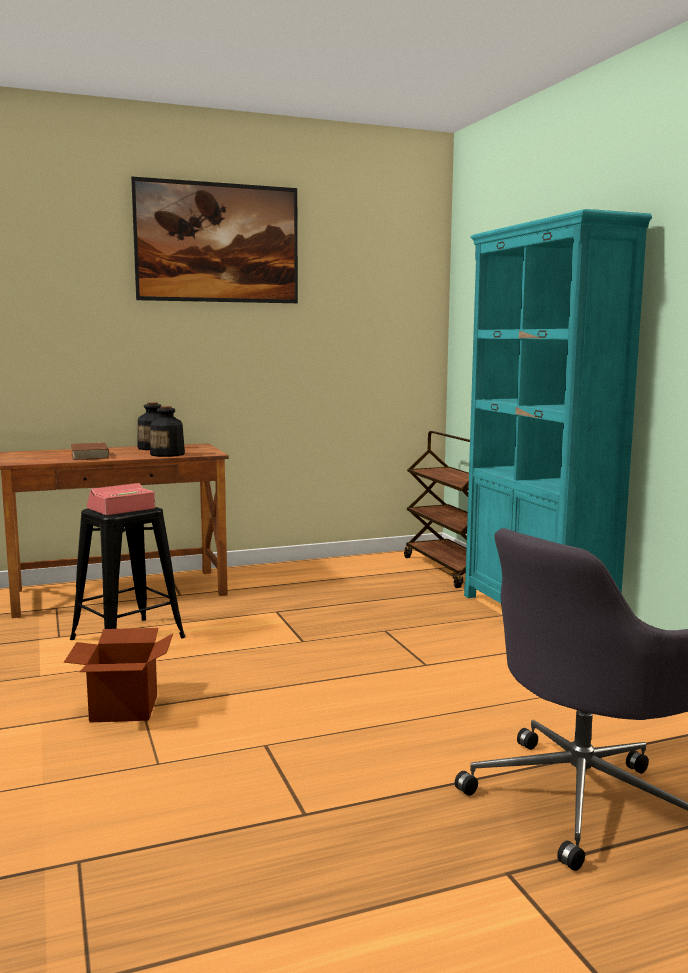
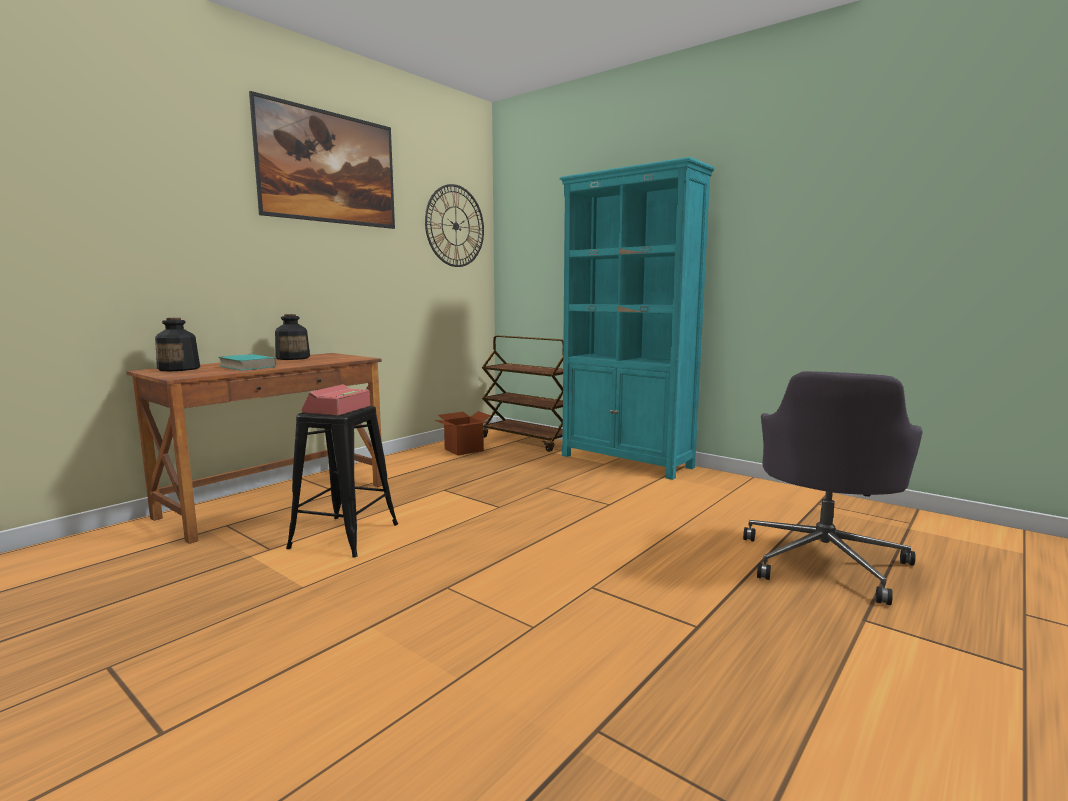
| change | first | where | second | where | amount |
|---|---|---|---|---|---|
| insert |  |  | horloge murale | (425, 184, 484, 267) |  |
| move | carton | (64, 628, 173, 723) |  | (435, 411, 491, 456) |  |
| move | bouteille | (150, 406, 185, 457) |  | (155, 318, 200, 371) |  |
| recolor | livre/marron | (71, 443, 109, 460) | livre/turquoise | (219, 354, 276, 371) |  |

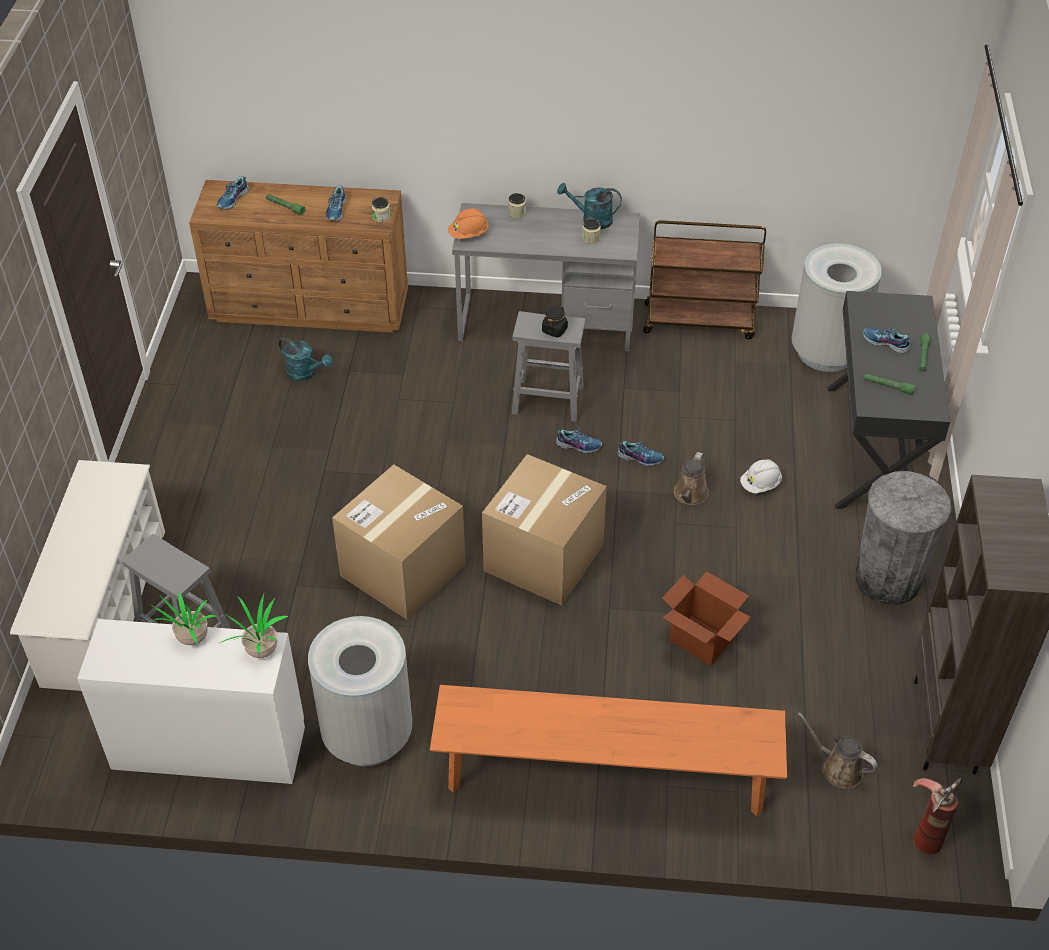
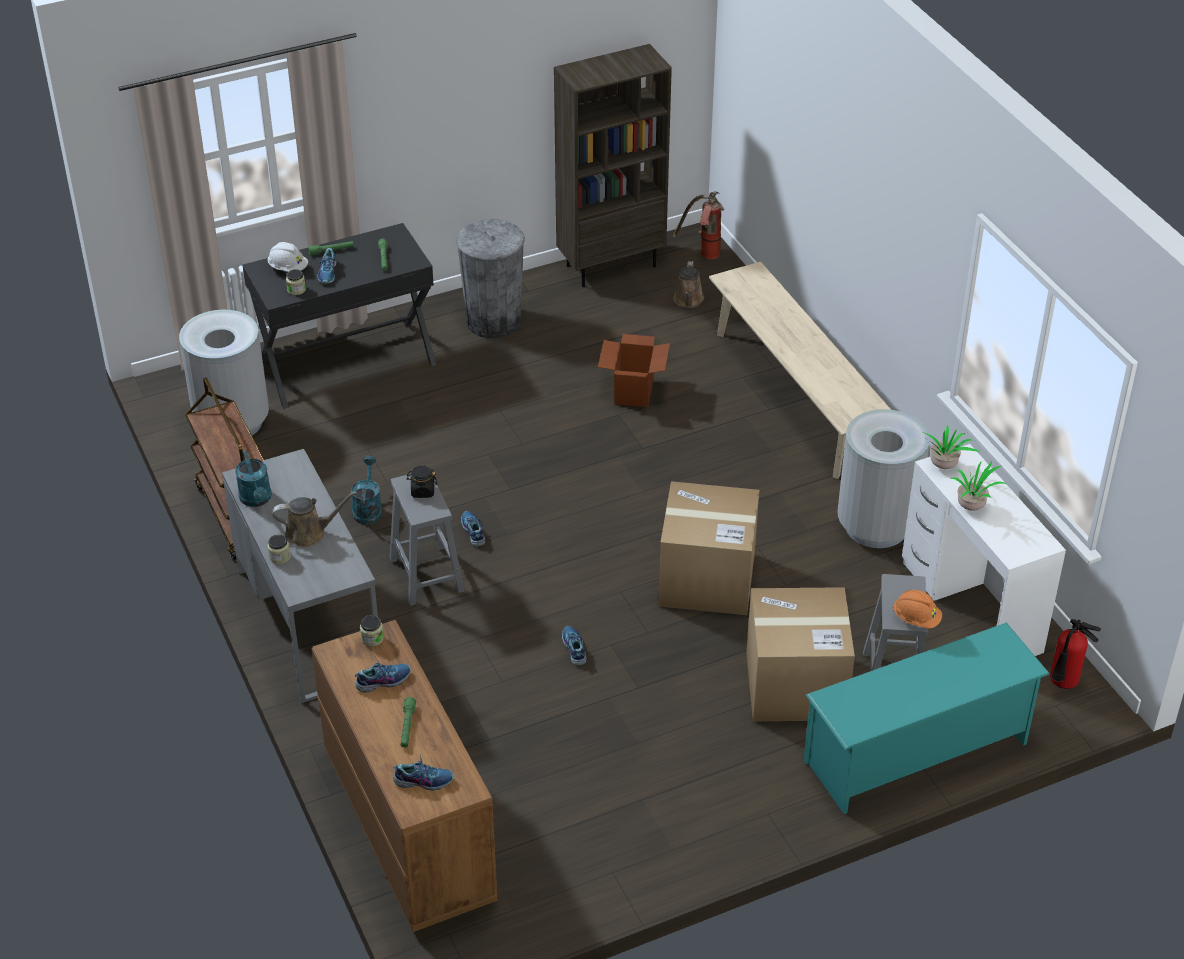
| change | first | where | second | where | amount |
|---|---|---|---|---|---|
| insert |  |  | extincteur | (1050, 619, 1101, 689) |  |
| move | arrosoir/turquoise | (279, 337, 332, 381) |  | (351, 456, 382, 524) |  |
| move | casque de chantier/orange | (448, 208, 489, 239) |  | (893, 590, 942, 628) |  |
| move | carton | (482, 454, 607, 605) |  | (746, 587, 855, 721) |  |
| move | bocal | (582, 218, 601, 244) |  | (286, 269, 306, 295) |  |
| move | chaussure | (617, 437, 664, 467) |  | (562, 626, 587, 666) |  |
| move | arrosoir/marron | (674, 452, 709, 505) |  | (272, 491, 357, 547) |  |
| move | casque de chantier/blanc | (740, 459, 782, 493) |  | (268, 242, 308, 272) |  |
| recolor | étagère à chaussures/blanc | (10, 460, 165, 691) | étagère à chaussures/turquoise | (803, 622, 1050, 814) |  |
| recolor | banc/orange | (430, 685, 787, 817) | banc/beige | (709, 261, 891, 479) |  |

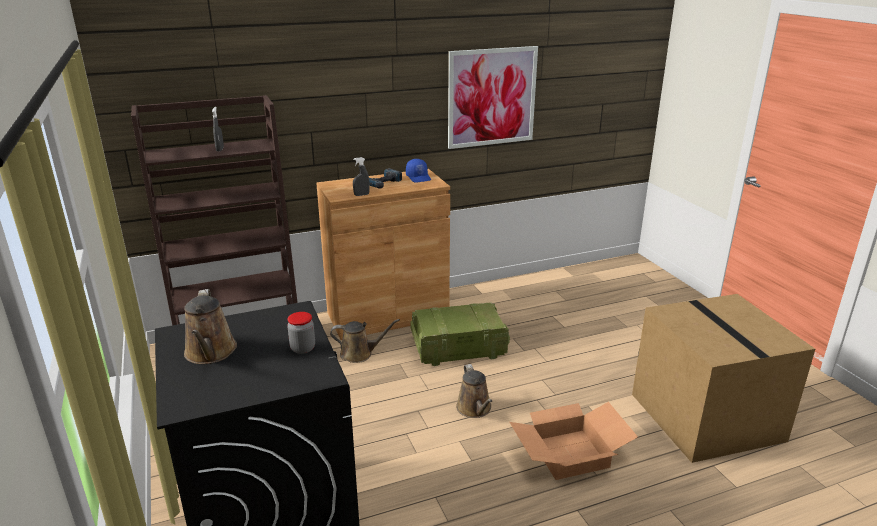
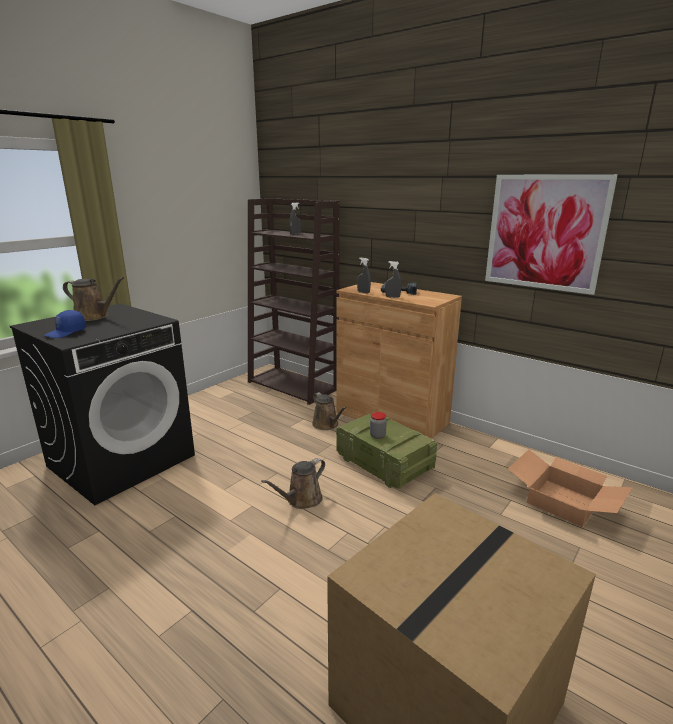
| change | first | where | second | where | amount |
|---|---|---|---|---|---|
| insert |  |  | vaporisateur/gris | (385, 261, 401, 298) |  |
| move | bocal | (287, 312, 315, 354) |  | (370, 412, 387, 439) |  |
| move | casquette/bleu | (406, 159, 431, 182) |  | (44, 310, 86, 338) |  |
| move | carton | (510, 402, 638, 480) |  | (508, 450, 633, 527) |  |
| rotate | arrosoir/marron | (184, 289, 237, 364) |  | (63, 277, 124, 321) | 120 degrees counterclockwise |

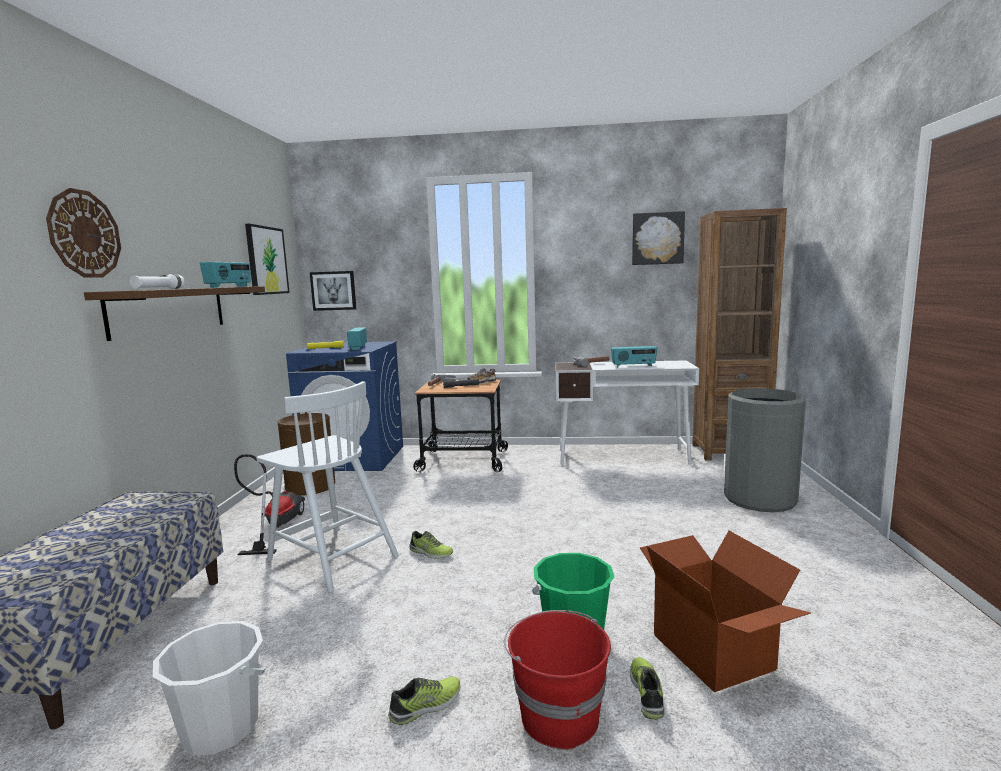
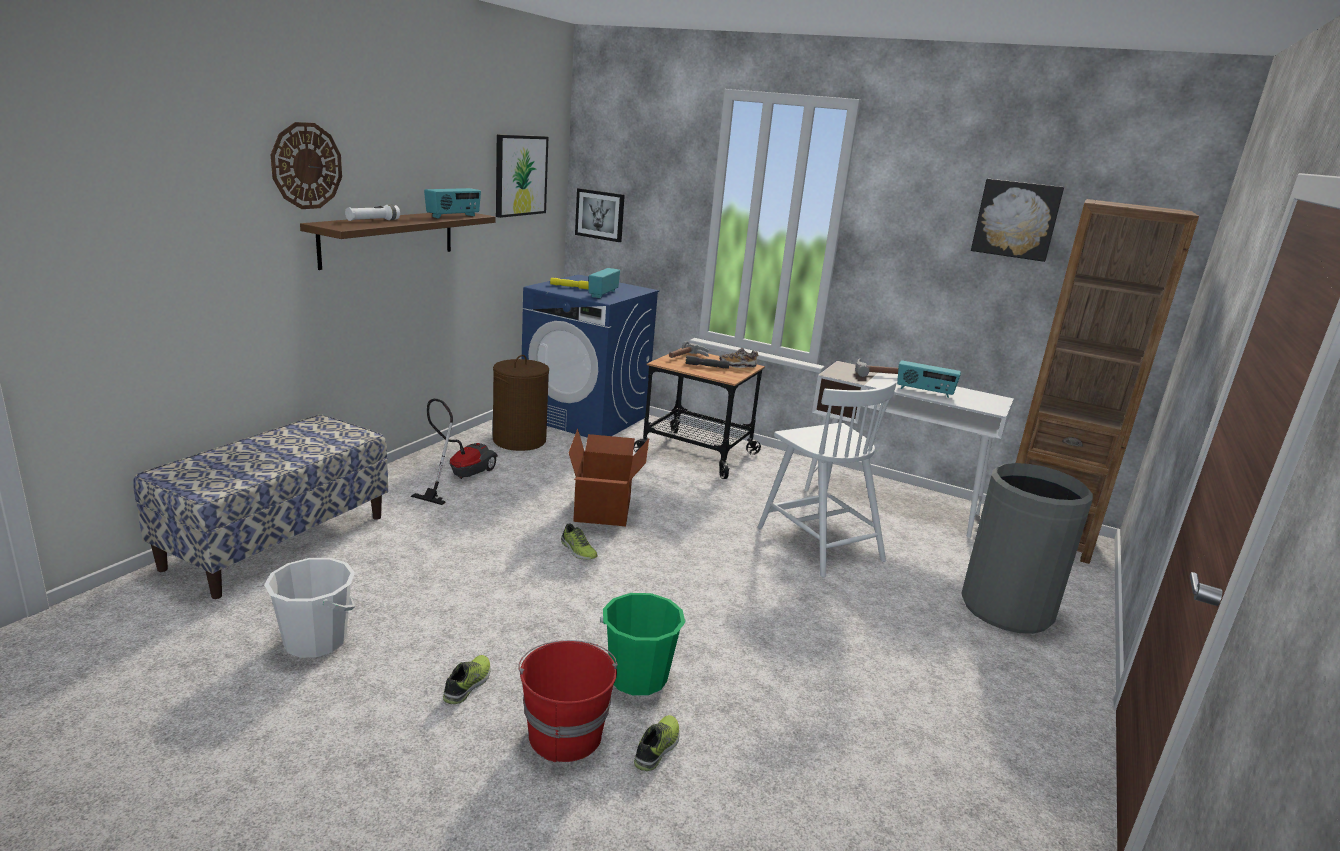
| change | first | where | second | where | amount |
|---|---|---|---|---|---|
| move | chaise/blanc | (256, 381, 399, 593) |  | (758, 381, 896, 577) |  |
| move | carton | (640, 531, 811, 692) |  | (569, 429, 649, 526) |  |
| rotate | chaussure | (388, 677, 460, 725) |  | (443, 655, 491, 704) | 60 degrees counterclockwise |

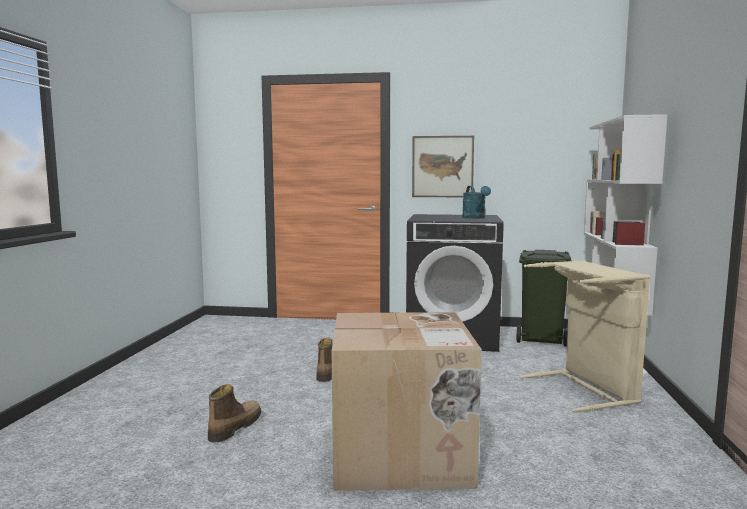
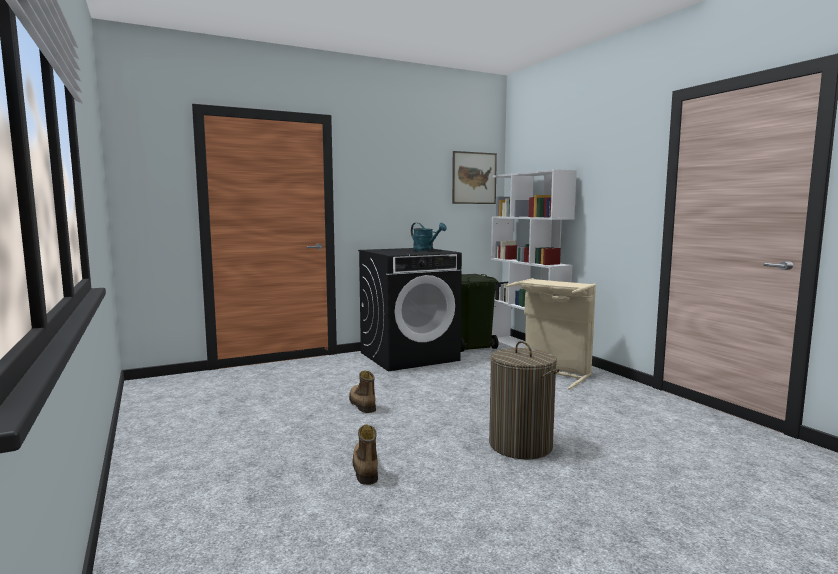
| change | first | where | second | where | amount |
|---|---|---|---|---|---|
| move | tableau | (412, 136, 474, 197) |  | (452, 151, 497, 204) |  |
| replace | carton | (332, 312, 482, 491) | panier à linge | (489, 341, 559, 459) |  |

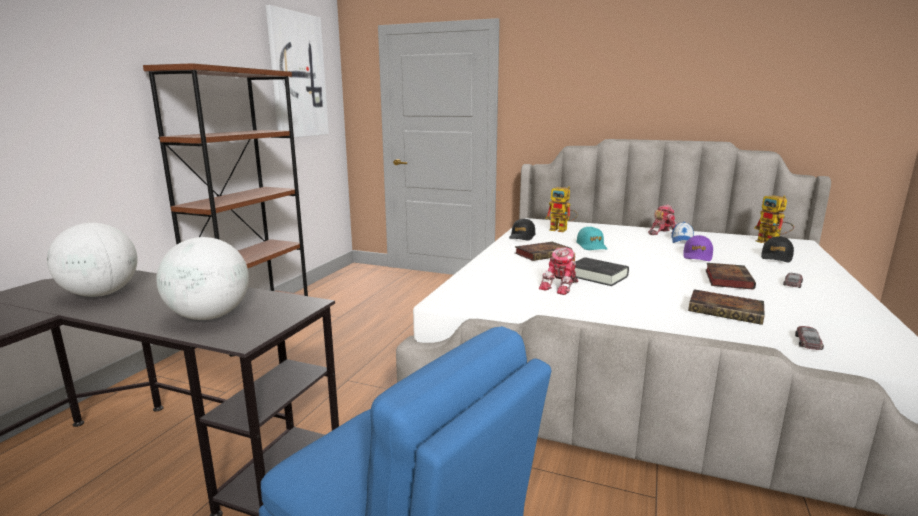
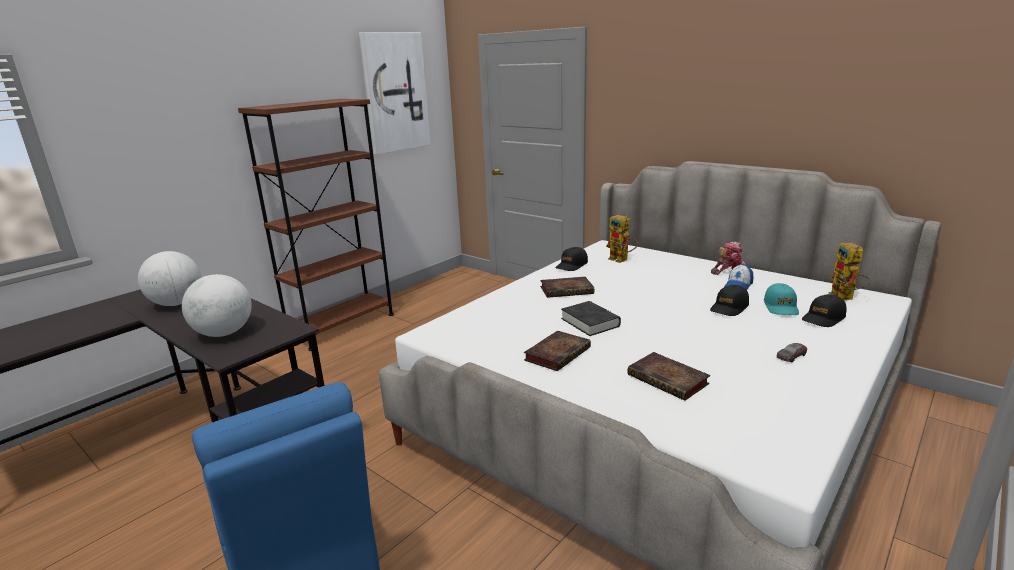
| change | first | where | second | where | amount |
|---|---|---|---|---|---|
| delete | robot jouet | (539, 247, 579, 295) |  |  |  |
| delete | petite voiture | (795, 326, 824, 350) |  |  |  |
| move | casquette/turquoise | (576, 227, 607, 250) |  | (764, 283, 799, 315) |  |
| move | livre | (705, 263, 756, 290) |  | (524, 331, 591, 371) |  |
| recolor | casquette/violet | (683, 235, 713, 261) | casquette/noir | (710, 285, 749, 316) |  |

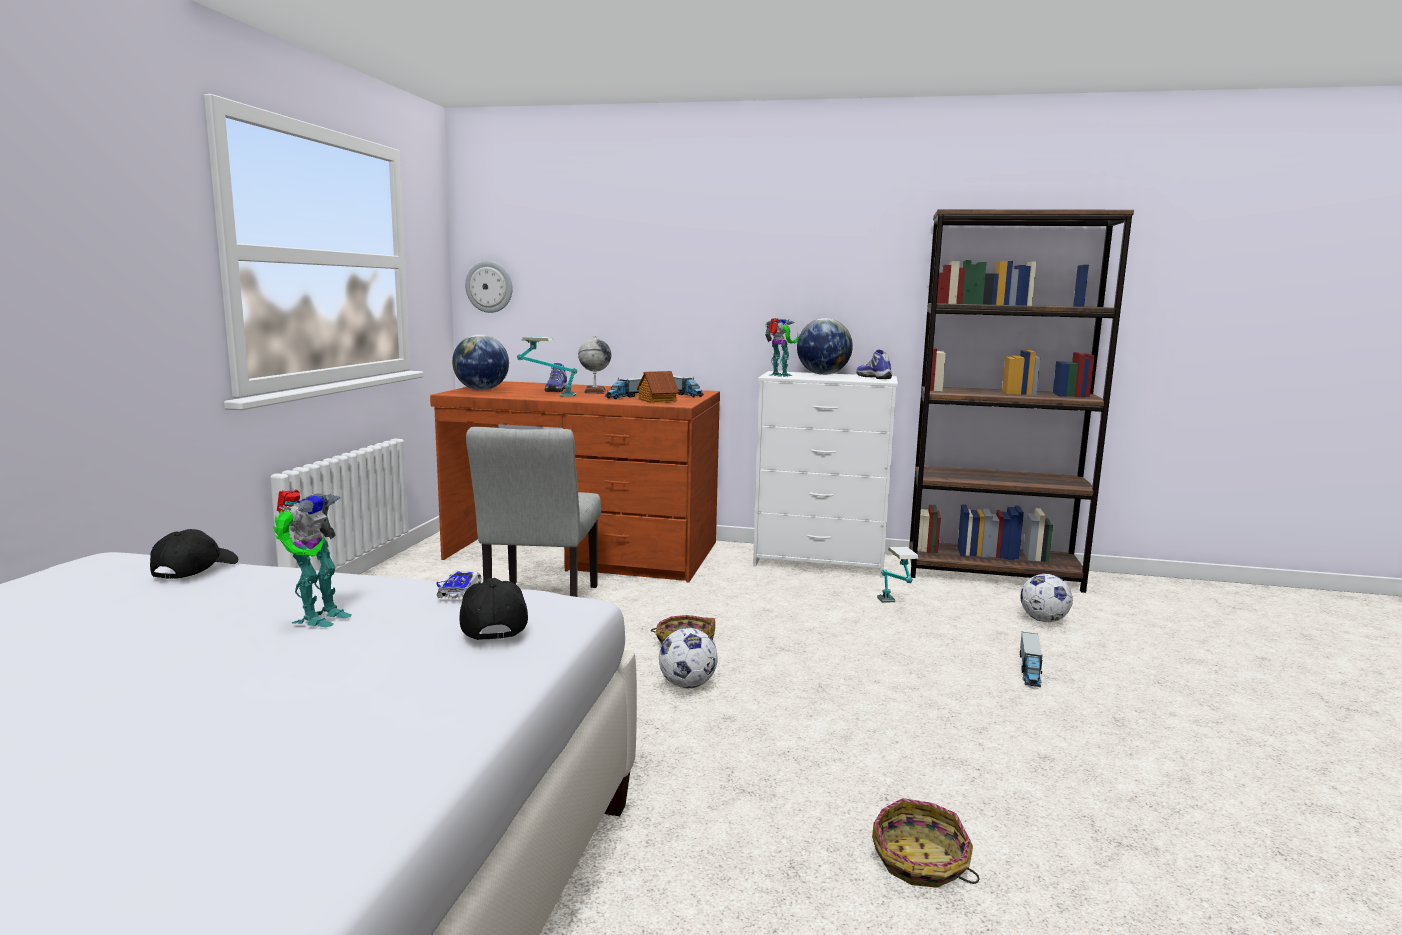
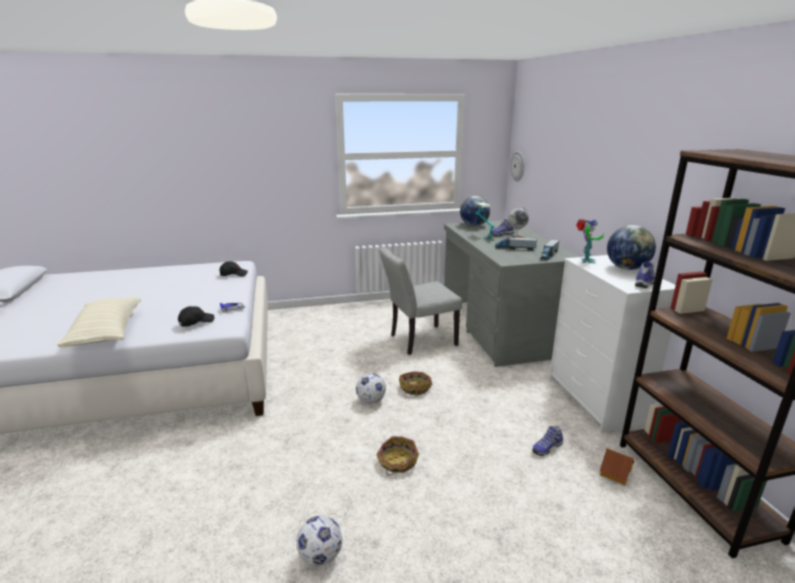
| change | first | where | second | where | amount |
|---|---|---|---|---|---|
| delete | robot jouet | (273, 489, 352, 627) |  |  |  |
| delete | camion jouet | (1020, 632, 1043, 687) |  |  |  |
| insert |  |  | coussin/beige | (57, 297, 141, 347) |  |
| move | maison miniature | (637, 371, 679, 403) |  | (600, 448, 634, 485) |  |
| move | panier | (872, 798, 979, 888) |  | (376, 436, 419, 476) |  |
| move | ballon de foot | (1020, 574, 1073, 622) |  | (297, 516, 342, 566) |  |
| replace | lampe de table | (877, 547, 919, 603) | chaussure | (532, 426, 563, 456) |  |
| recolor | bureau/marron | (430, 381, 720, 583) | bureau/gris | (444, 220, 580, 367) |  |

